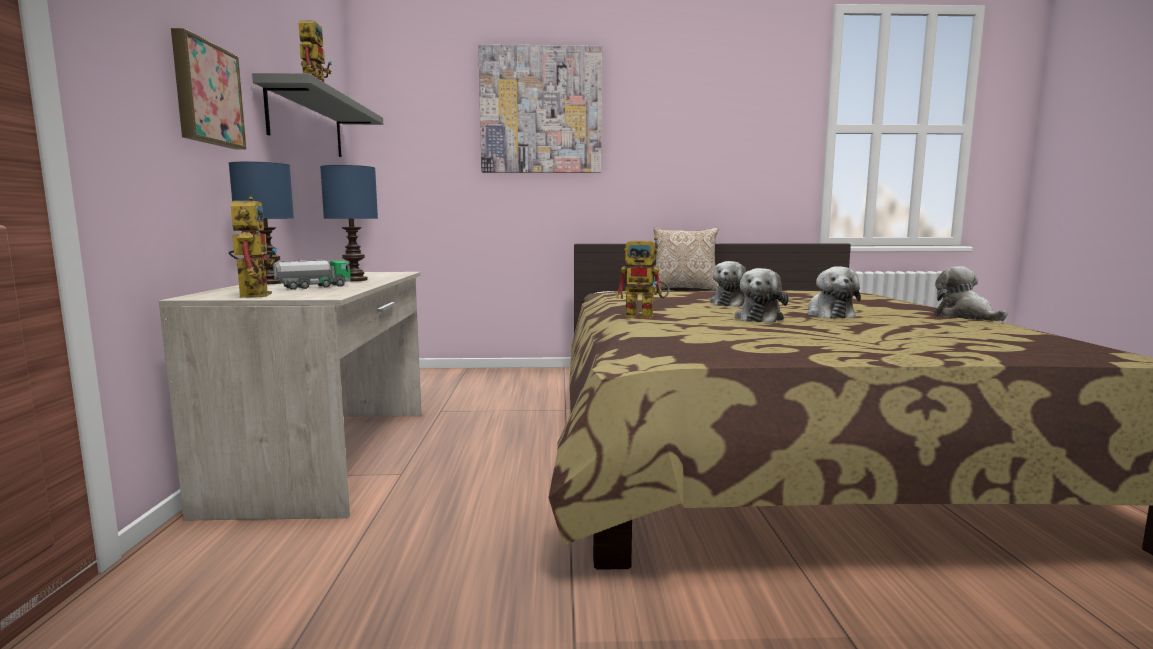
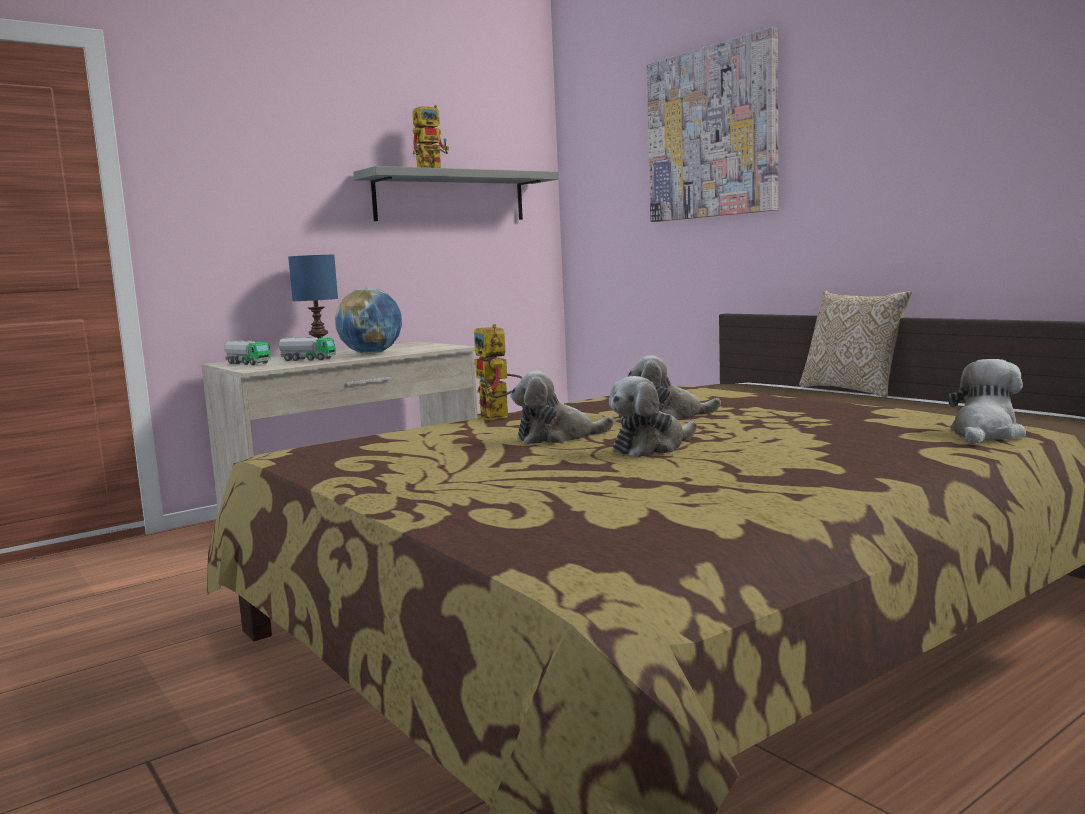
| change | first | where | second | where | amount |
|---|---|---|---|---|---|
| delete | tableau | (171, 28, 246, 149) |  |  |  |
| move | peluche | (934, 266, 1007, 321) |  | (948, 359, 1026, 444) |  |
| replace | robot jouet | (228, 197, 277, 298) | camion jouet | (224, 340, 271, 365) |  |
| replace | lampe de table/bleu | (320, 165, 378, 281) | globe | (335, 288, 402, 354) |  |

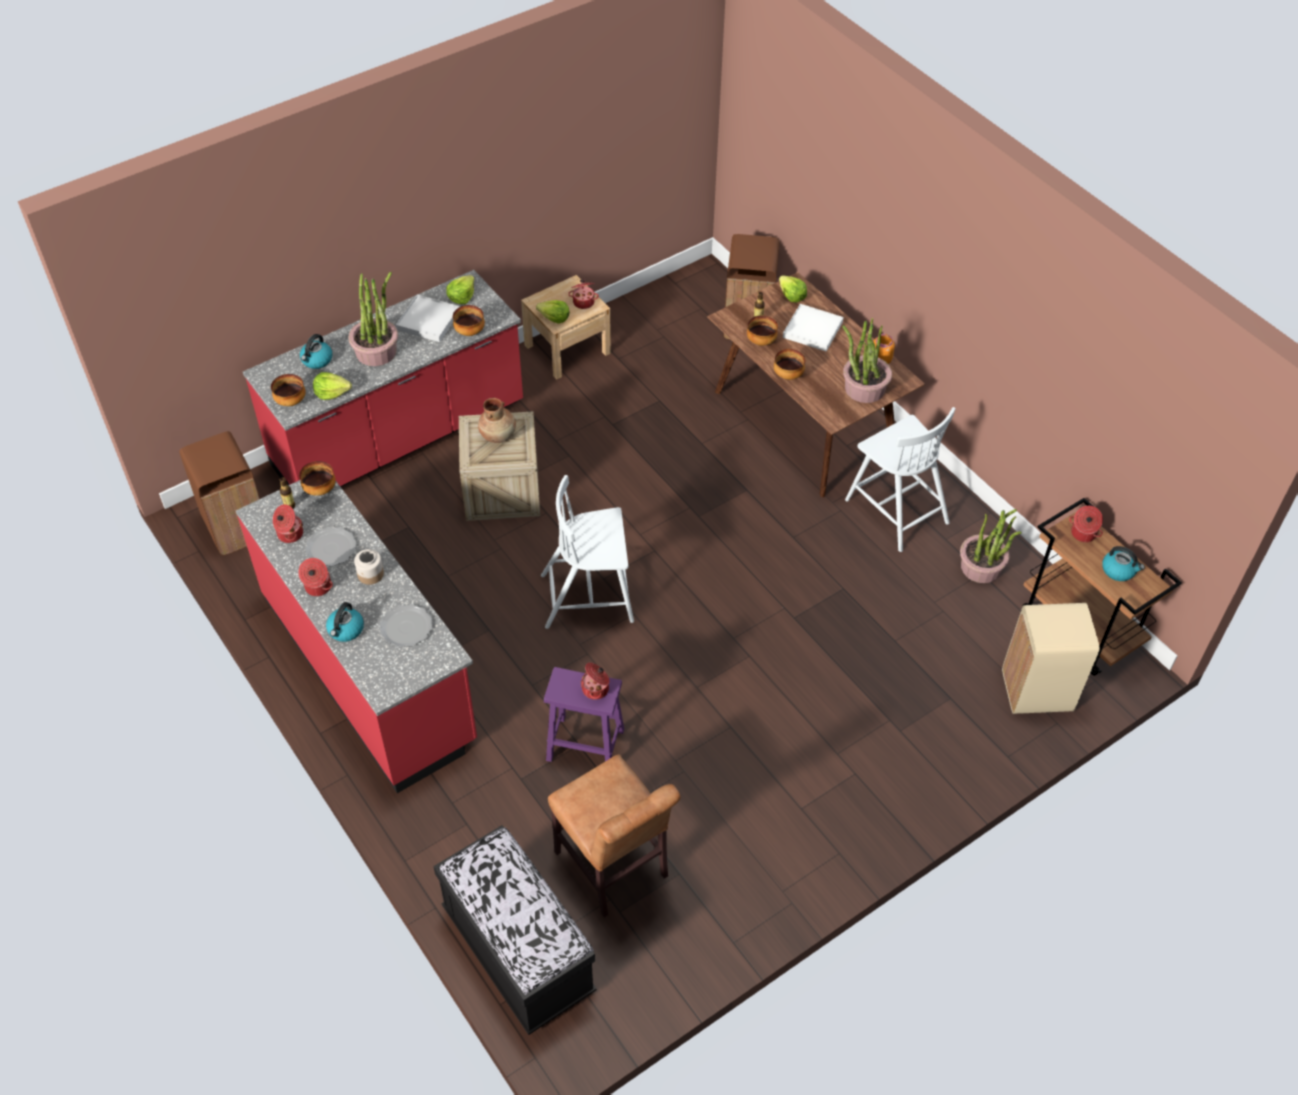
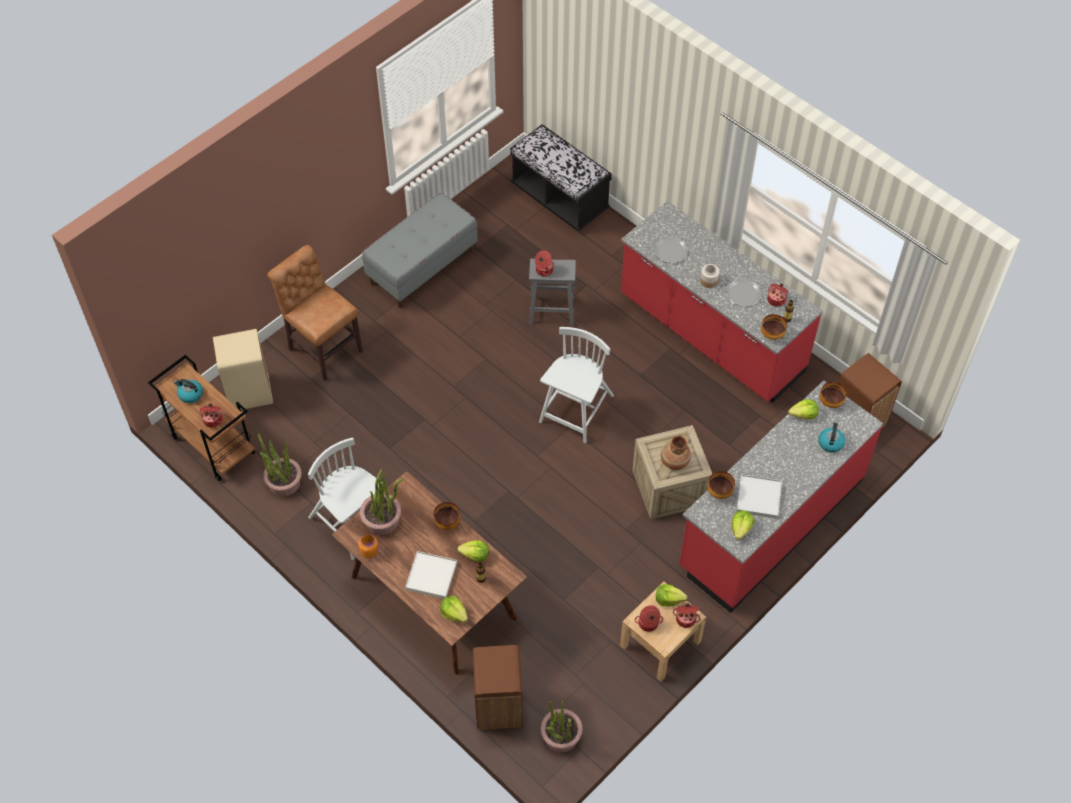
| change | first | where | second | where | amount |
|---|---|---|---|---|---|
| delete | bouilloire | (326, 602, 364, 642) |  |  |  |
| insert |  |  | banc/gris | (362, 193, 478, 308) |  |
| move | marmite | (298, 558, 333, 596) |  | (673, 604, 701, 628) |  |
| move | plante en pot | (348, 272, 398, 366) |  | (541, 701, 583, 752) |  |
| move | chaise/marron | (548, 754, 680, 917) |  | (267, 245, 363, 381) |  |
| replace | bol | (747, 315, 778, 346) | laitue | (457, 540, 489, 562) |  |
| recolor | tabouret/violet | (544, 667, 624, 762) | tabouret/gris | (529, 259, 576, 326) |  |
| rotate | chaise/blanc | (541, 475, 634, 629) |  | (539, 327, 614, 443) | 45 degrees counterclockwise |

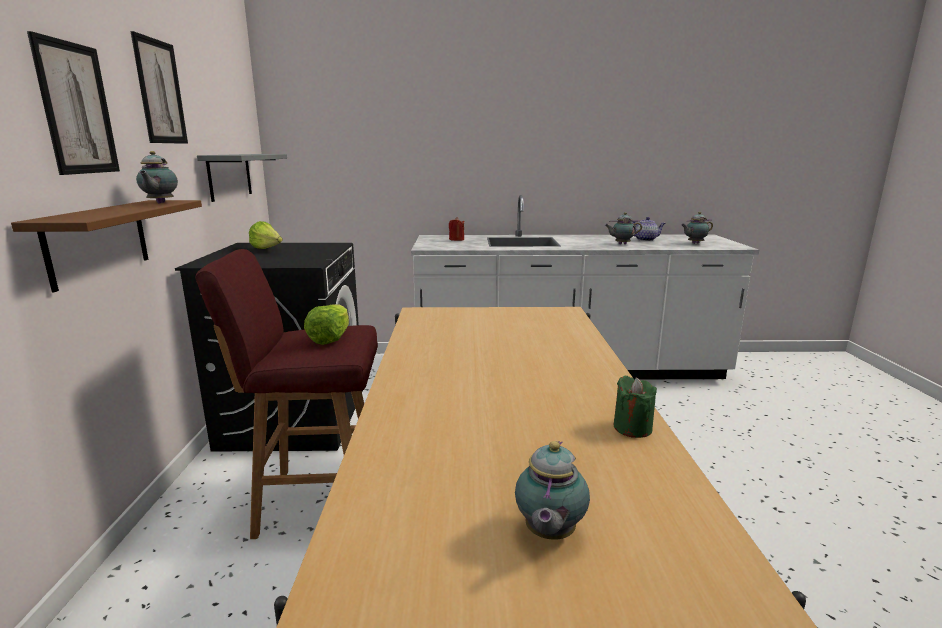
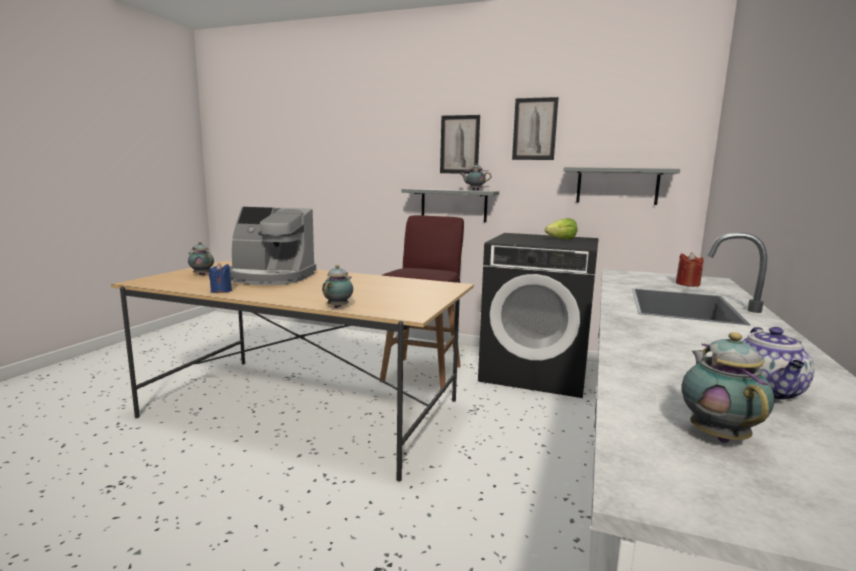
| change | first | where | second | where | amount |
|---|---|---|---|---|---|
| delete | laitue | (304, 304, 349, 345) |  |  |  |
| insert |  |  | machine à café | (230, 207, 316, 285) |  |
| move | théière | (605, 212, 642, 244) |  | (322, 265, 353, 308) |  |
| recolor | étagère/marron | (11, 200, 202, 292) | étagère/gris | (401, 189, 499, 222) |  |
| recolor | bougie/vert | (614, 375, 657, 438) | bougie/bleu | (209, 263, 232, 293) |  |

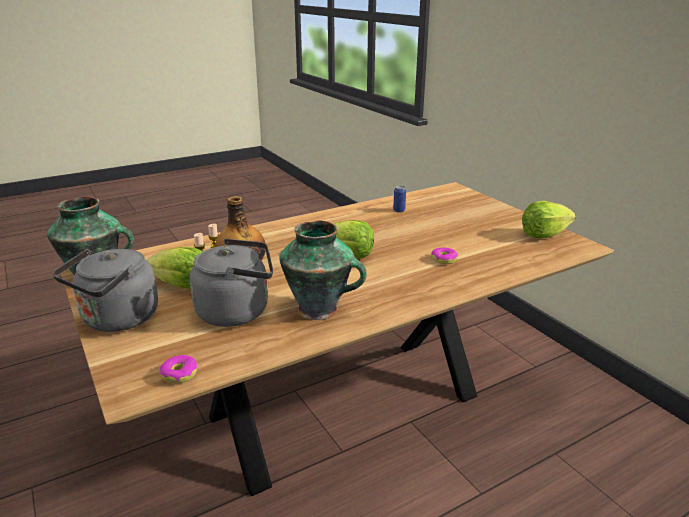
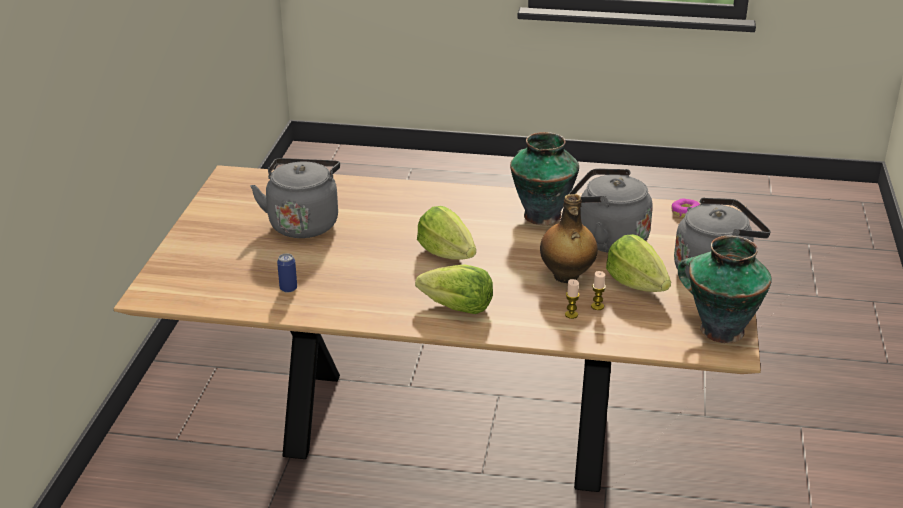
| change | first | where | second | where | amount |
|---|---|---|---|---|---|
| delete | beignet | (431, 248, 458, 264) |  |  |  |
| insert |  |  | bouilloire/gris | (250, 158, 340, 238) |  |
| move | laitue | (522, 201, 576, 238) |  | (415, 264, 493, 314) |  |

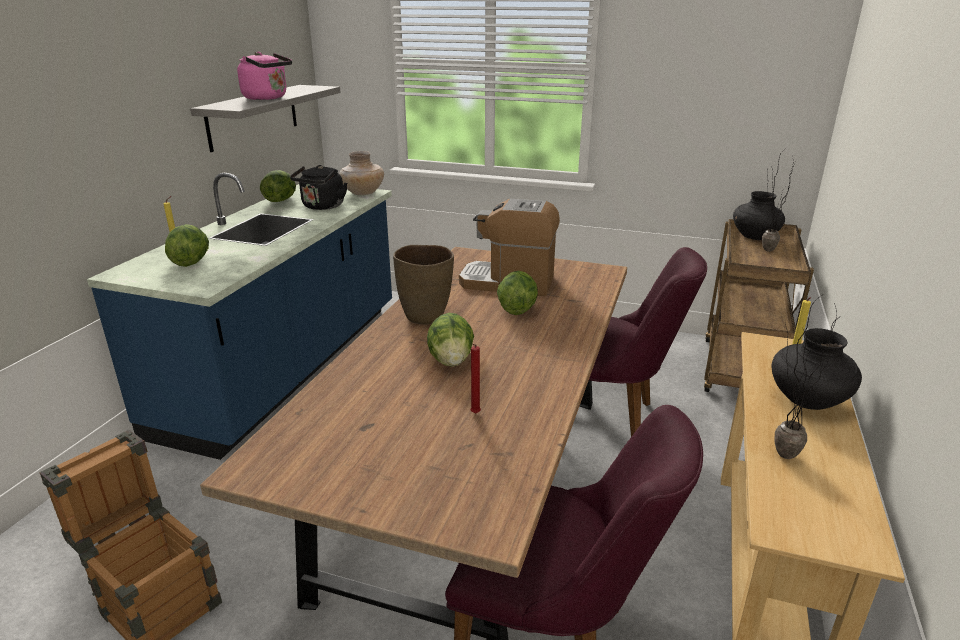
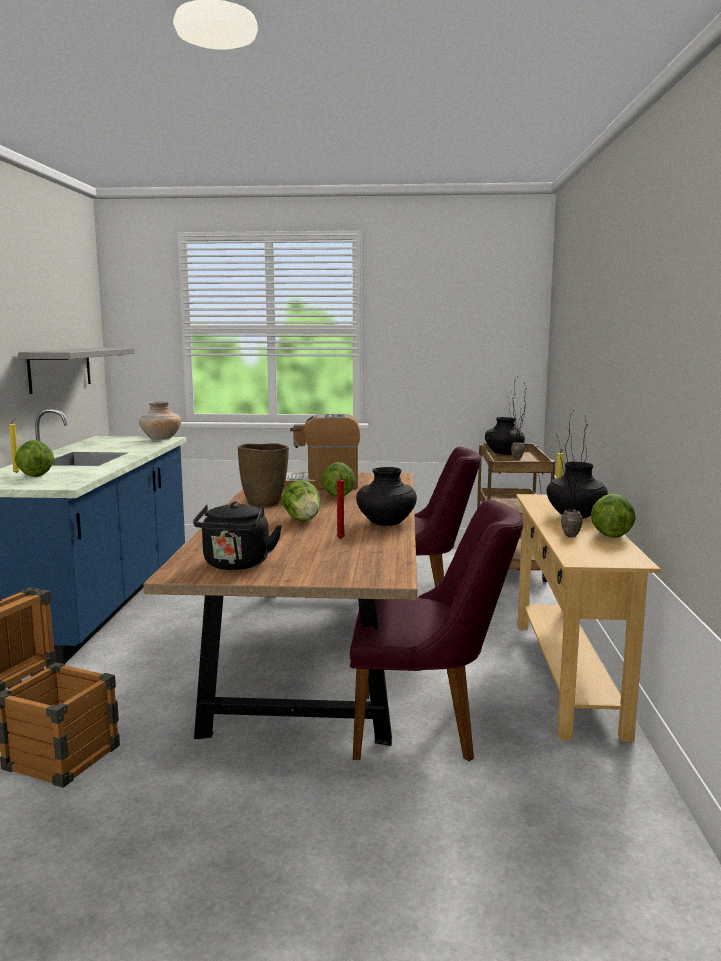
| change | first | where | second | where | amount |
|---|---|---|---|---|---|
| delete | bouilloire/rose | (237, 52, 292, 100) |  |  |  |
| insert |  |  | vase/noir | (356, 467, 417, 526) |  |
| move | laitue | (260, 170, 296, 202) |  | (591, 493, 636, 538) |  |
| move | bouilloire/noir | (290, 165, 347, 210) |  | (193, 501, 282, 570) |  |

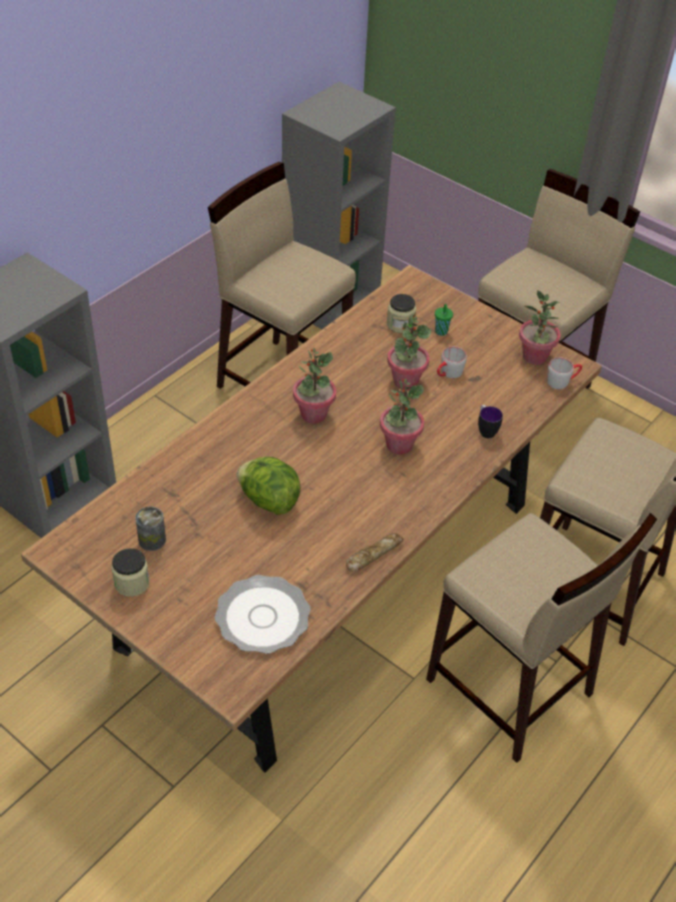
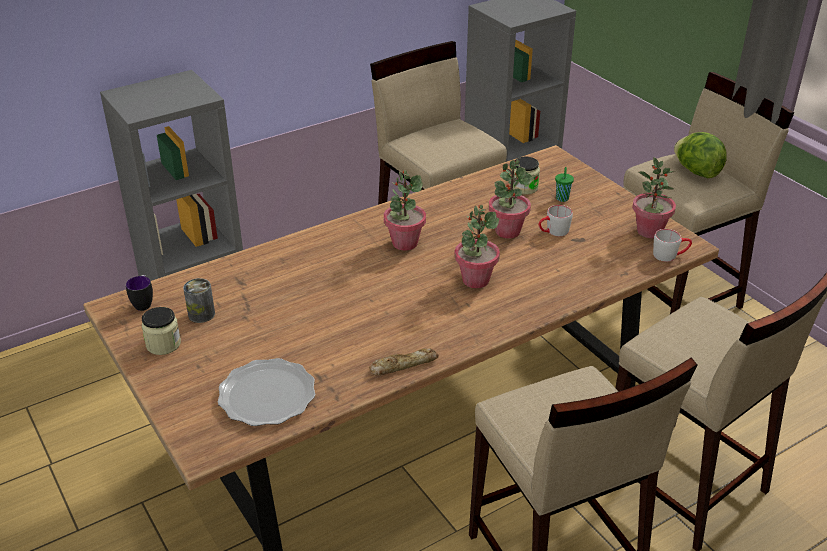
| change | first | where | second | where | amount |
|---|---|---|---|---|---|
| move | laitue | (236, 457, 301, 515) |  | (674, 132, 727, 178) |  |
| move | mug | (478, 405, 503, 438) |  | (126, 275, 153, 311) |  |

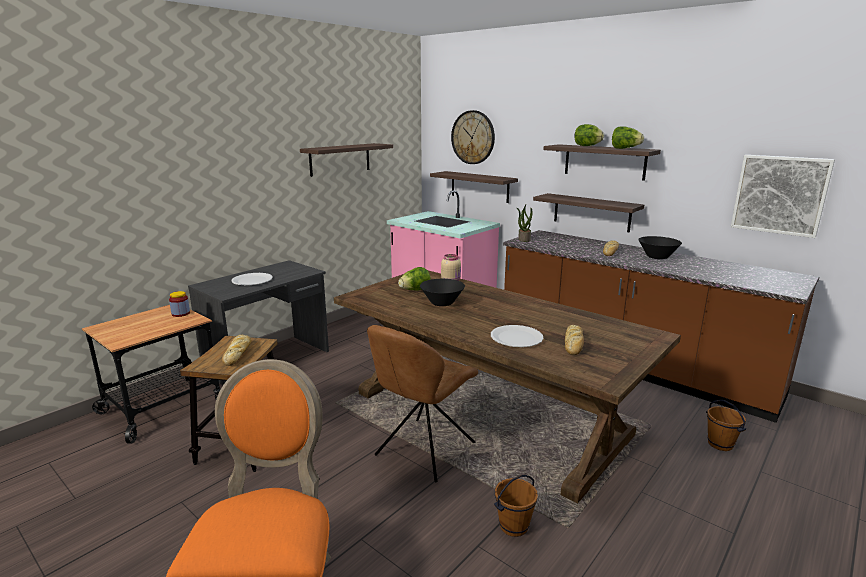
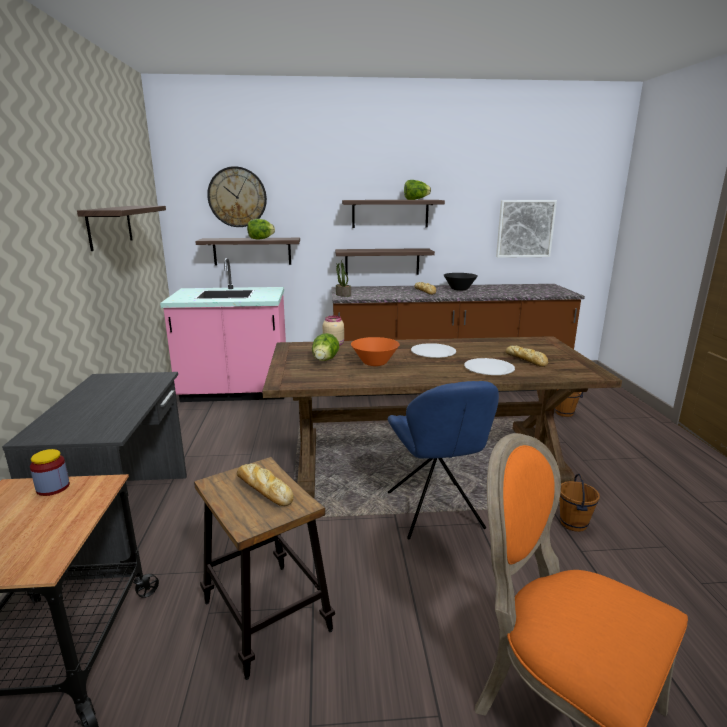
| change | first | where | second | where | amount |
|---|---|---|---|---|---|
| move | assiette/blanc | (231, 273, 273, 285) |  | (411, 343, 456, 358) |  |
| move | laitue | (574, 124, 604, 146) |  | (247, 219, 275, 240) |  |
| recolor | chaise/marron | (367, 325, 478, 482) | chaise/bleu | (387, 381, 499, 539) |  |
| recolor | bol/noir | (420, 279, 465, 306) | bol/orange | (351, 337, 400, 366) |  |

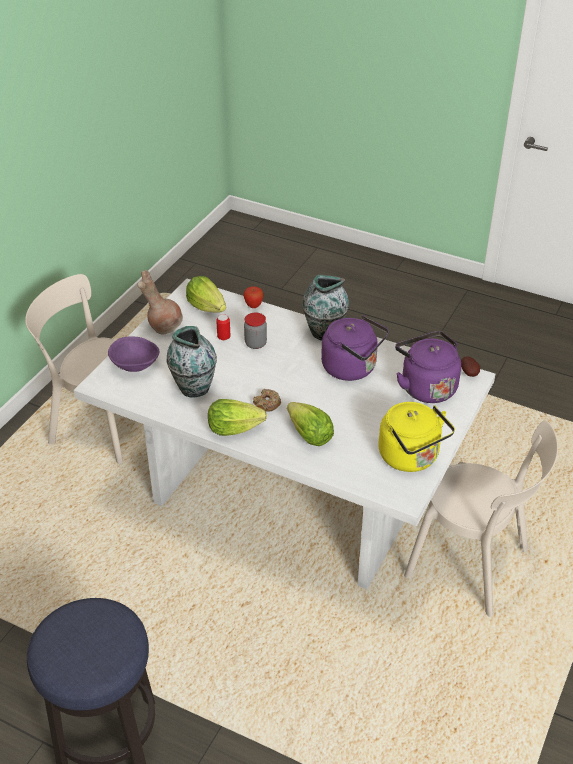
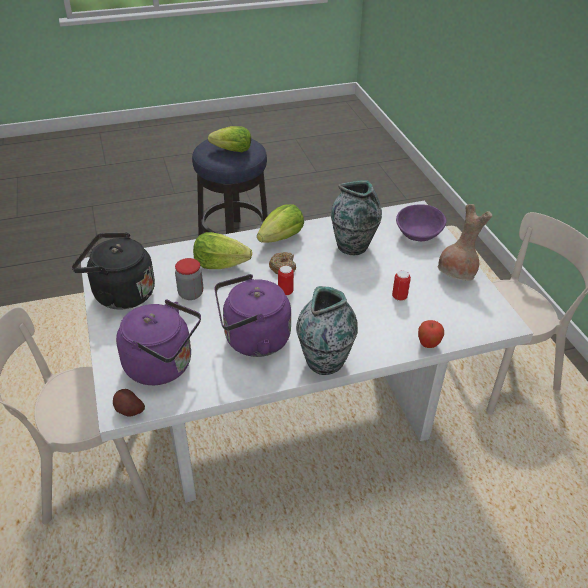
| change | first | where | second | where | amount |
|---|---|---|---|---|---|
| insert |  |  | boîte métallique | (278, 266, 294, 295) |  |
| move | laitue | (186, 276, 226, 313) |  | (208, 126, 251, 152) |  |
| move | bocal | (244, 313, 267, 349) |  | (175, 258, 203, 300) |  |
| recolor | bouilloire/jaune | (378, 402, 455, 472) | bouilloire/noir | (72, 233, 155, 310) |  |

